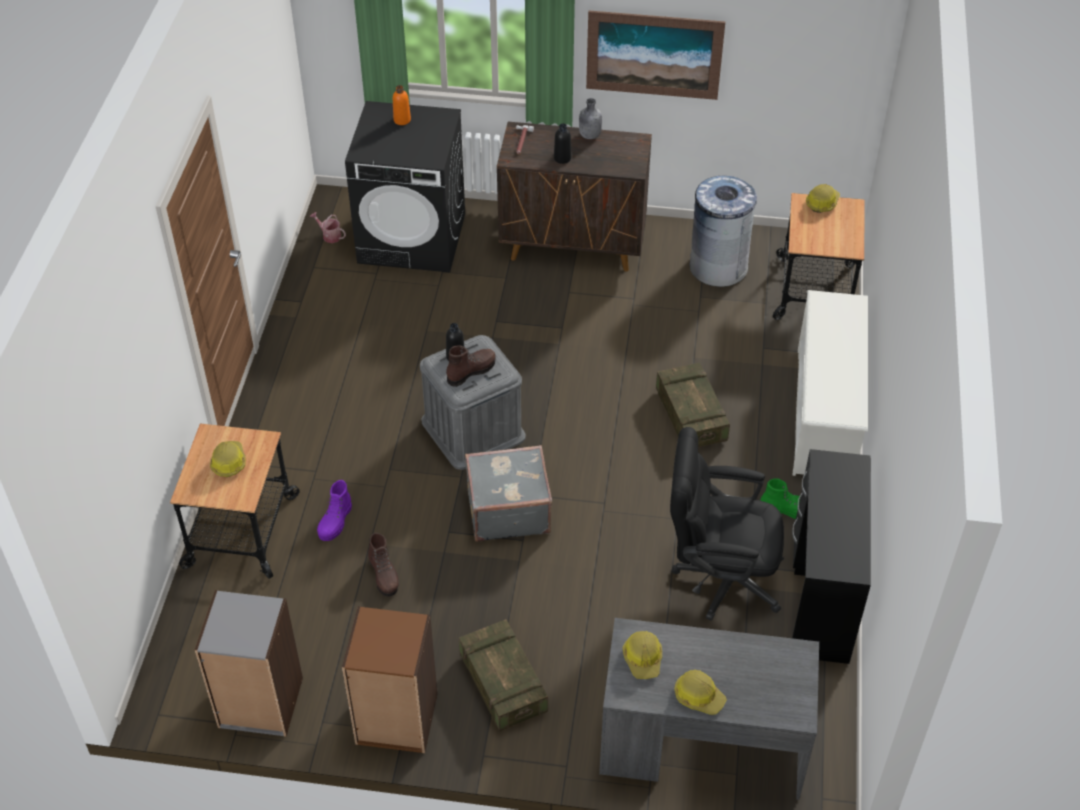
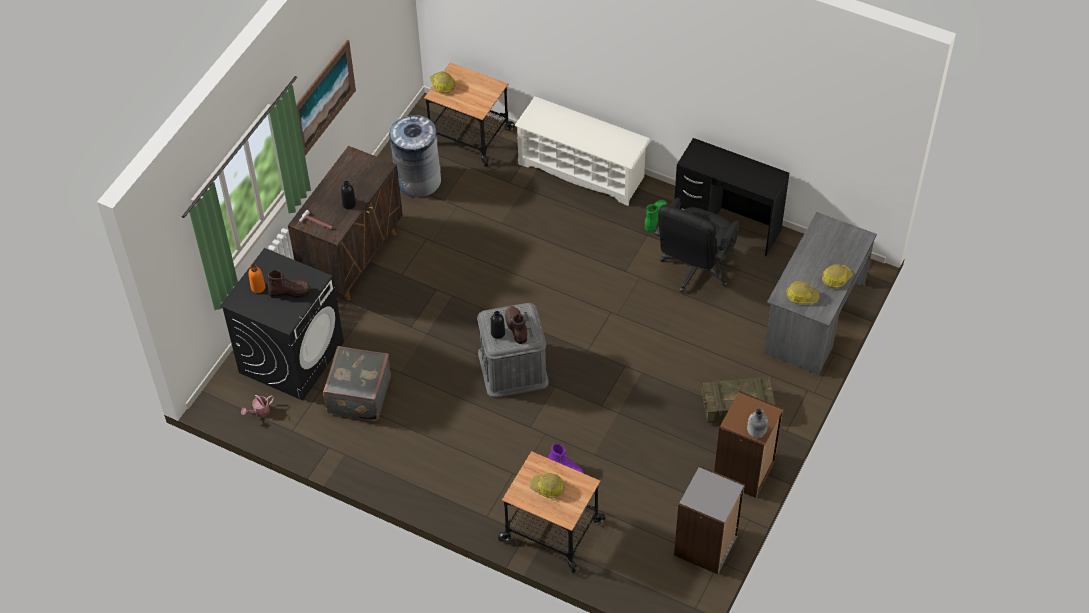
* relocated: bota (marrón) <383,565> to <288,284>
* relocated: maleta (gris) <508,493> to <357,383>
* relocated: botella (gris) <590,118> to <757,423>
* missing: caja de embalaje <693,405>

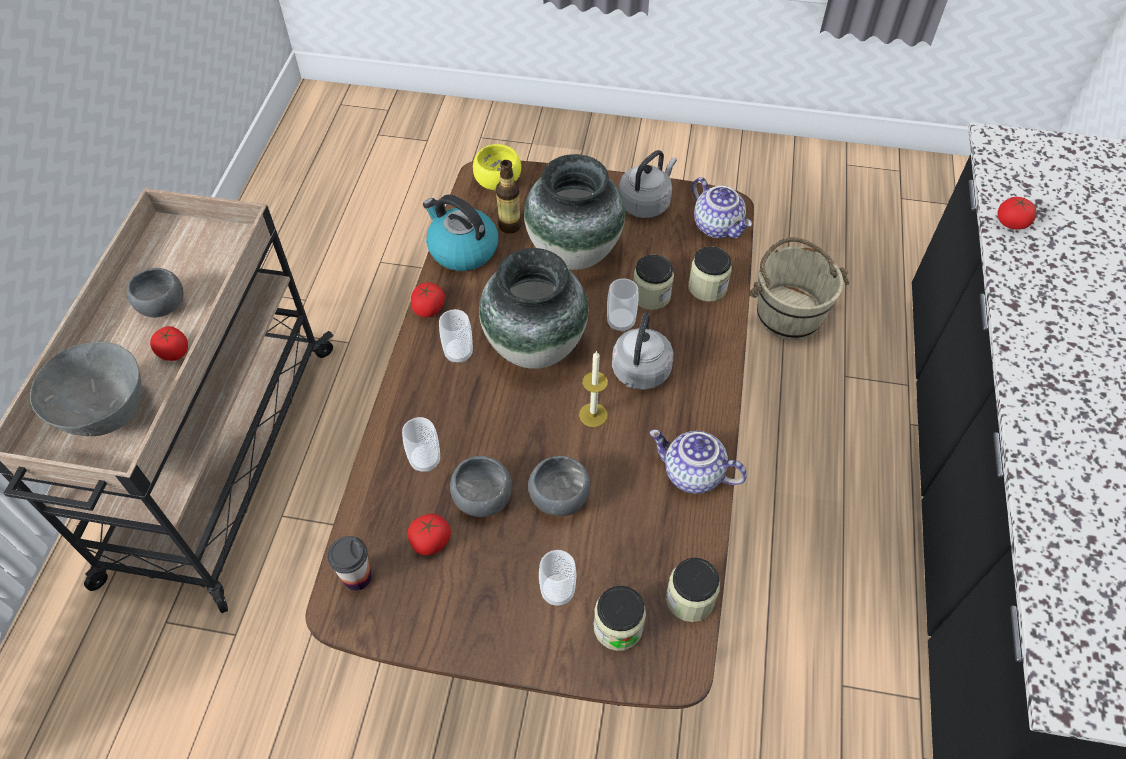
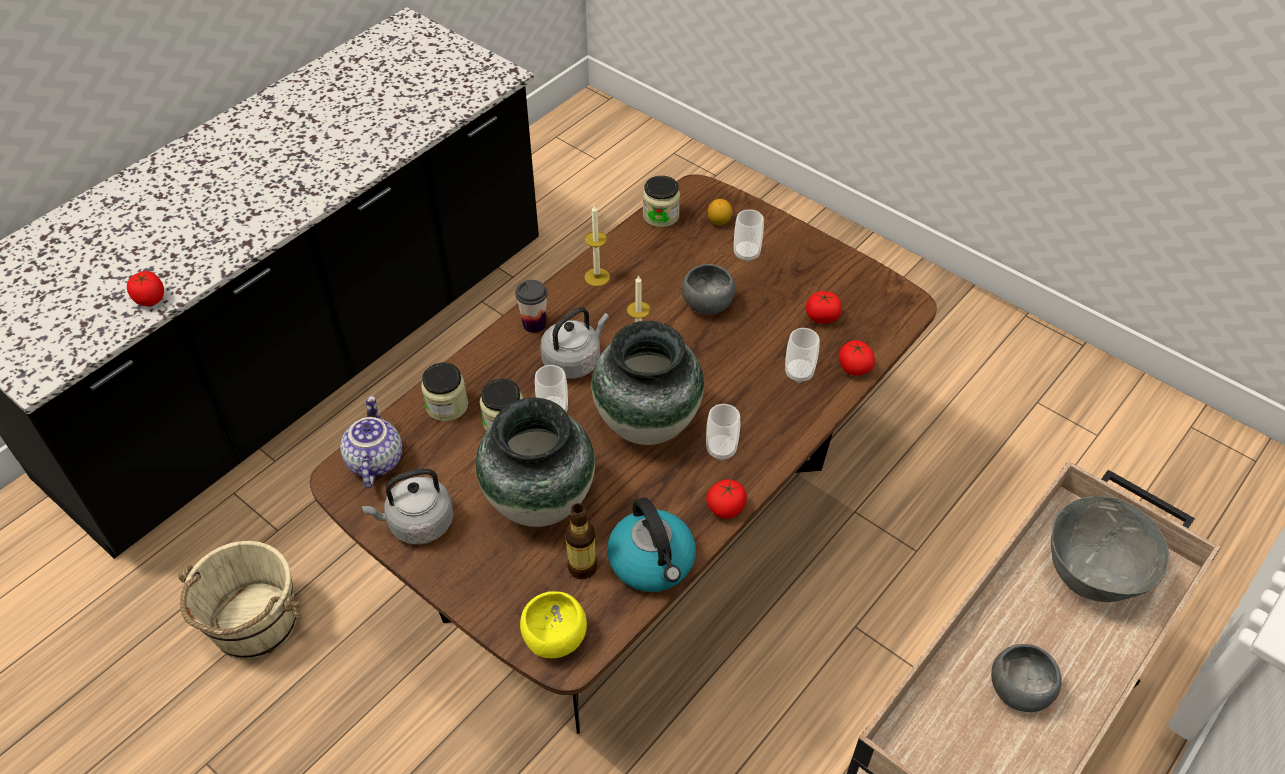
* relocated: tomate <169,343> to <857,358>
* relocated: taza <349,563> to <531,306>
* missing: cuenco (gris) <481,486>
* exchanged: tarro <619,618> to limón <720,212>
* exchanged: tetera <698,462> to vela <597,245>

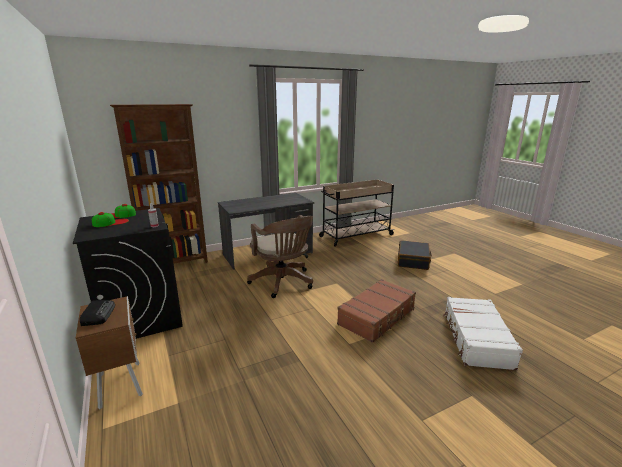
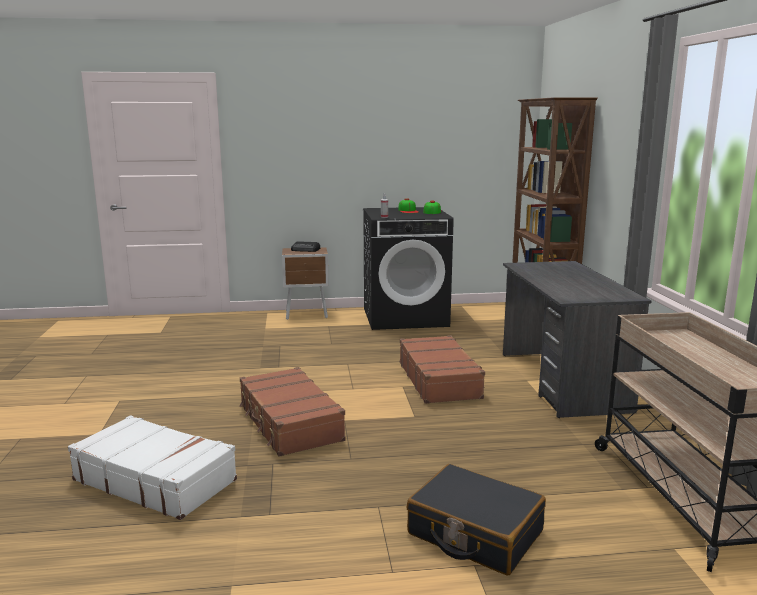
* exchanged: silla de oficina (marrón) <280,256> to maleta (marrón) <442,369>

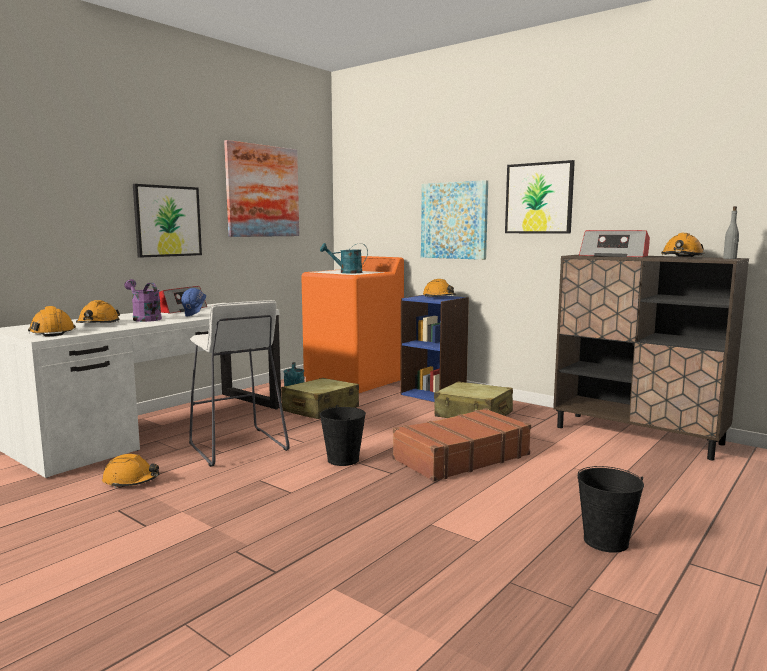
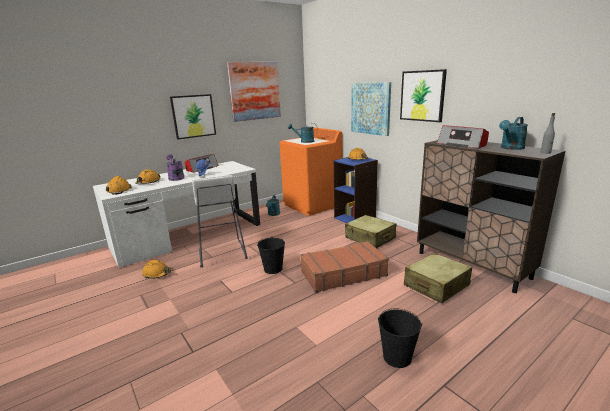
* relocated: maleta (beis) <320,398> to <438,278>
* exchanged: casco (naranja) <683,245> to regadera (turquesa) <513,133>

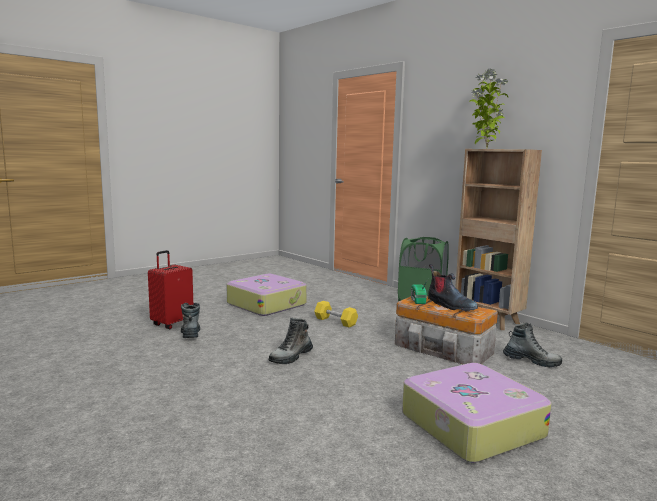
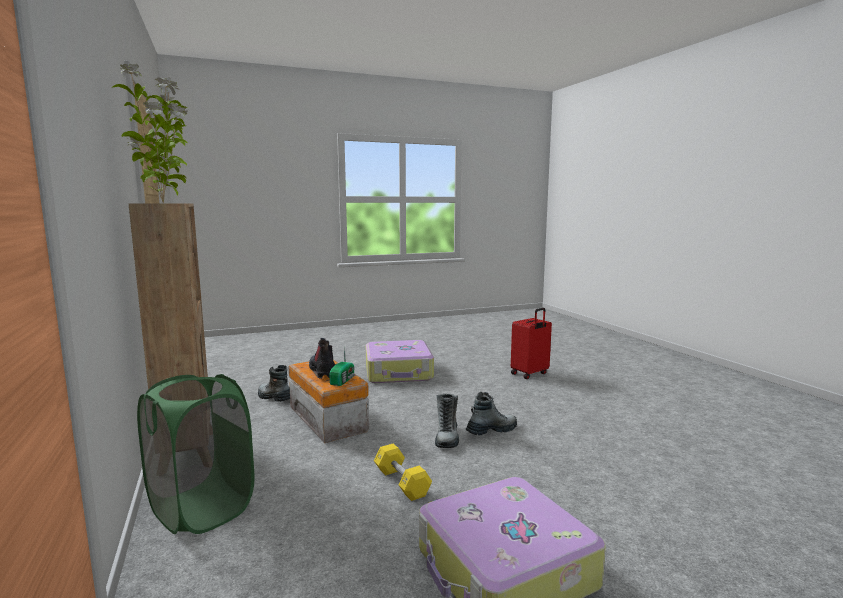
* relocated: maleta (rojo) <170,289> to <531,343>
* relocated: bota <190,320> to <447,421>

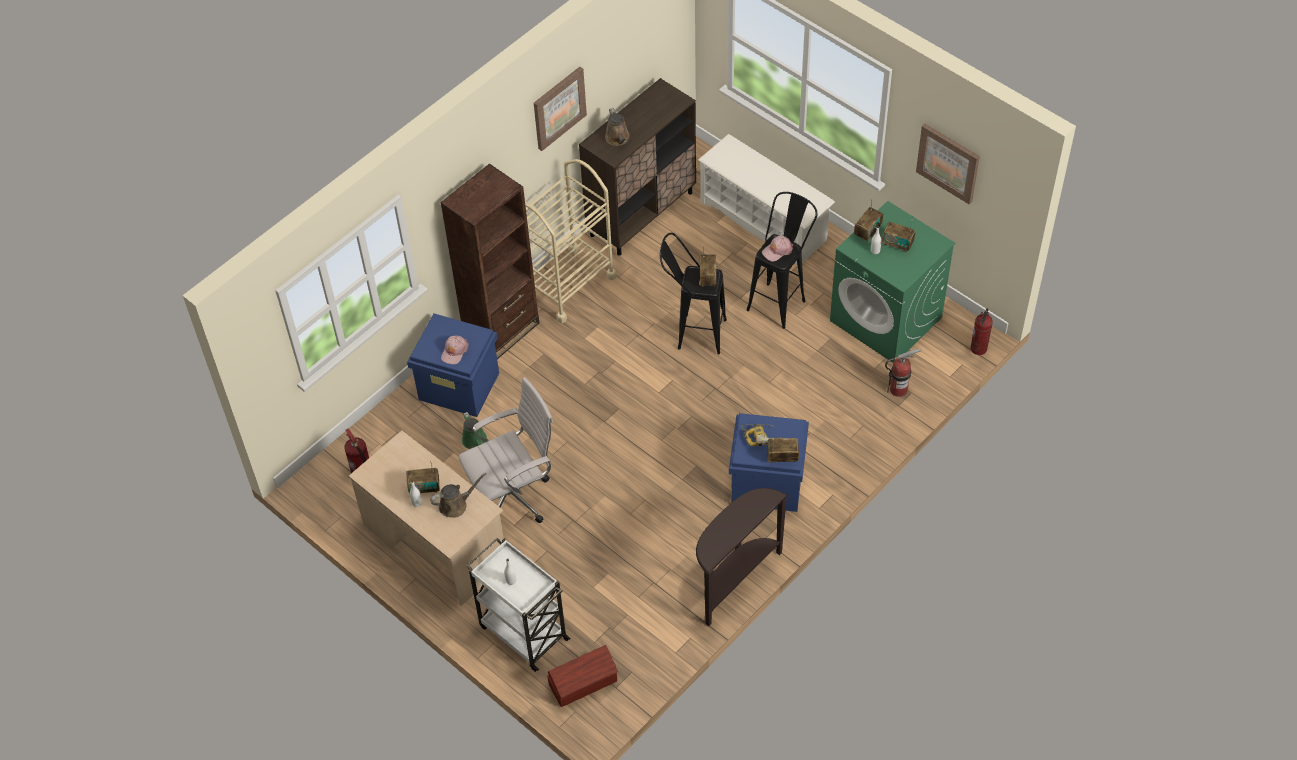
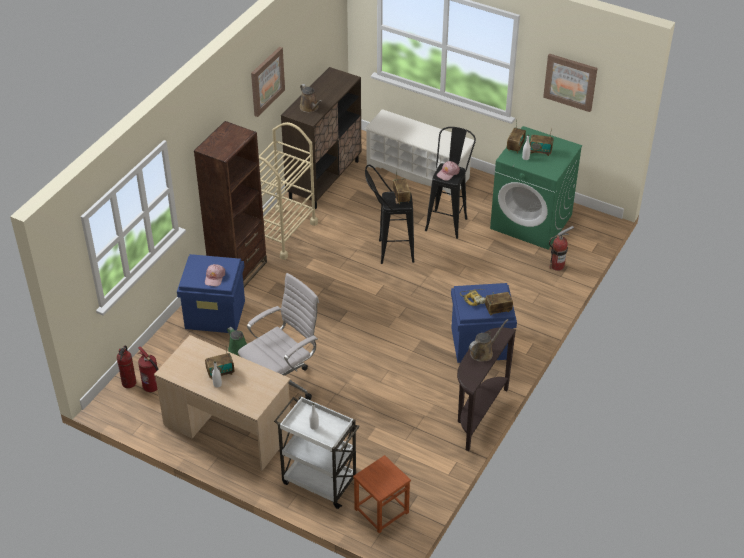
* relocated: regadera (marrón) <458,495> to <488,340>
* exchanged: caja de almacenaje (marrón) <582,676> to taburete (marrón) <382,494>
* relocated: extintor <981,331> to <126,366>

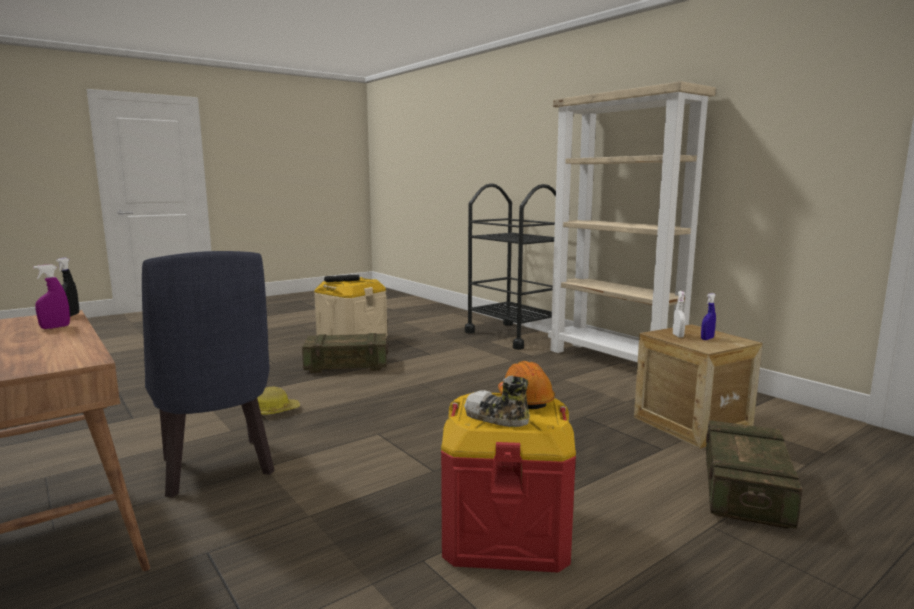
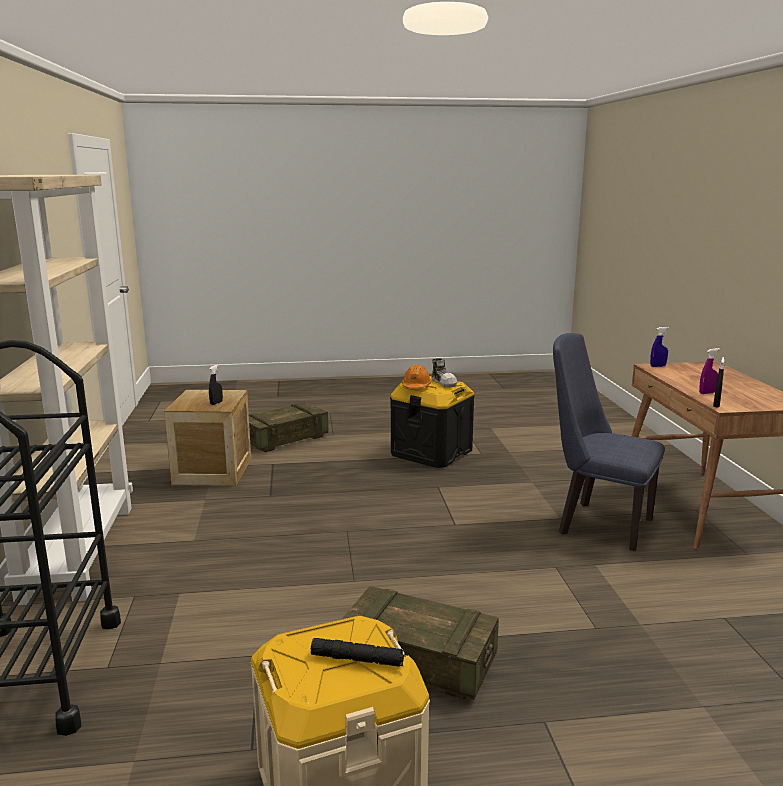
* spun: silla (azul) <208,374> = <609,442> 60 degrees counterclockwise
* missing: casco <278,401>
* colour: caja de almacenaje (rojo) <508,482> to caja de almacenaje (negro) <432,422>
* colour: pulverizador (blanco) <679,314> to pulverizador (negro) <216,385>
* relocated: pulverizador (azul) <708,316> to <659,347>

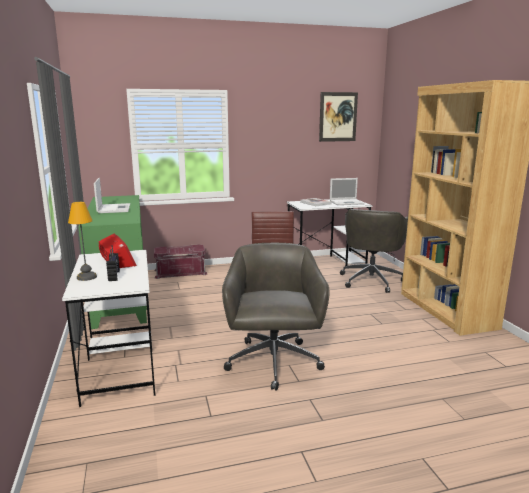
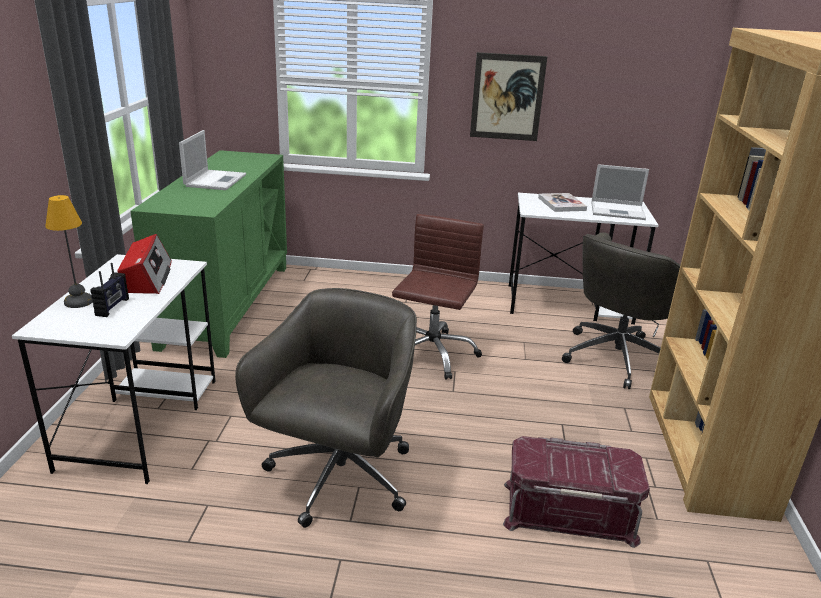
* relocated: caja de almacenaje (rojo) <180,261> to <576,492>
* relocated: cuadro <338,117> to <508,96>

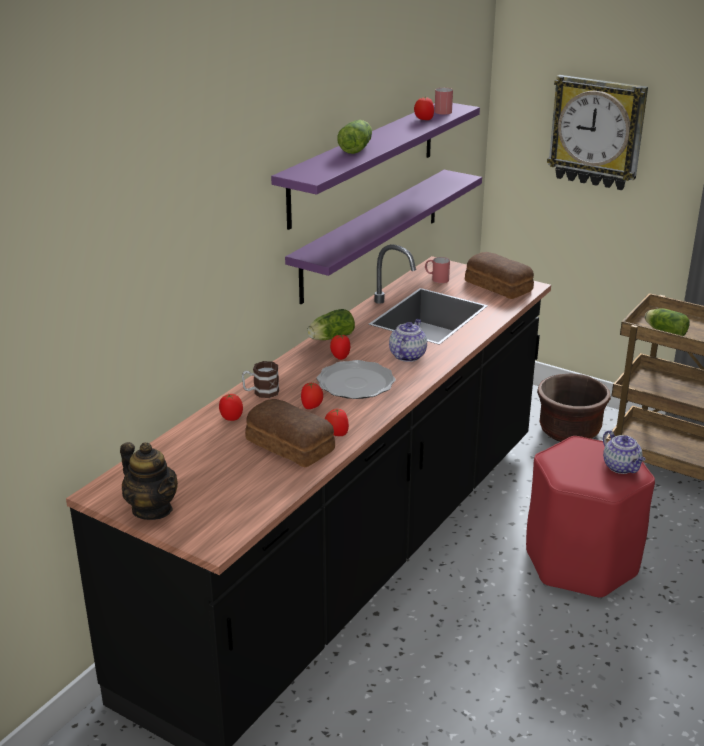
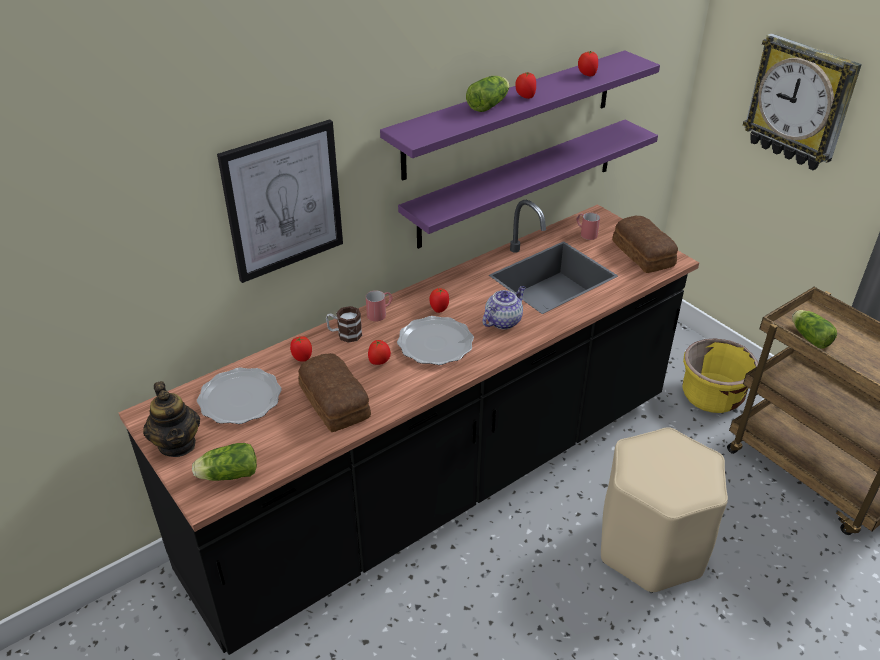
* relocated: lechuga <331,324> to <224,462>
* relocated: tomate <337,422> to <525,85>
* relocated: taza grande (rojo) <443,101> to <379,306>
* colour: taburete (rojo) <590,517> to taburete (beis) <664,510>
* colour: maceta (marrón) <574,407> to maceta (amarillo) <720,375>
* missing: tetera <624,452>
* appeared: plato <239,396>
* appeared: cuadro <280,201>

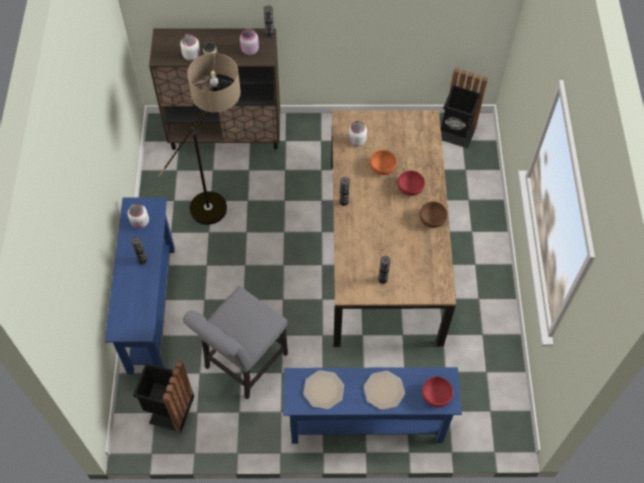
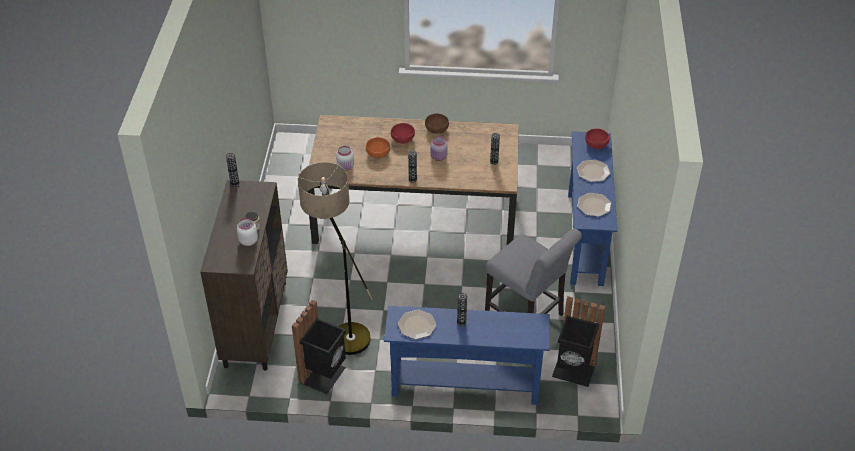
* exchanged: tarro (blanco) <138,216> to plato <417,324>
* relocated: tarro (rosa) <249,41> to <439,148>
* relocated: papelera (negro) <464,108> to <319,347>

